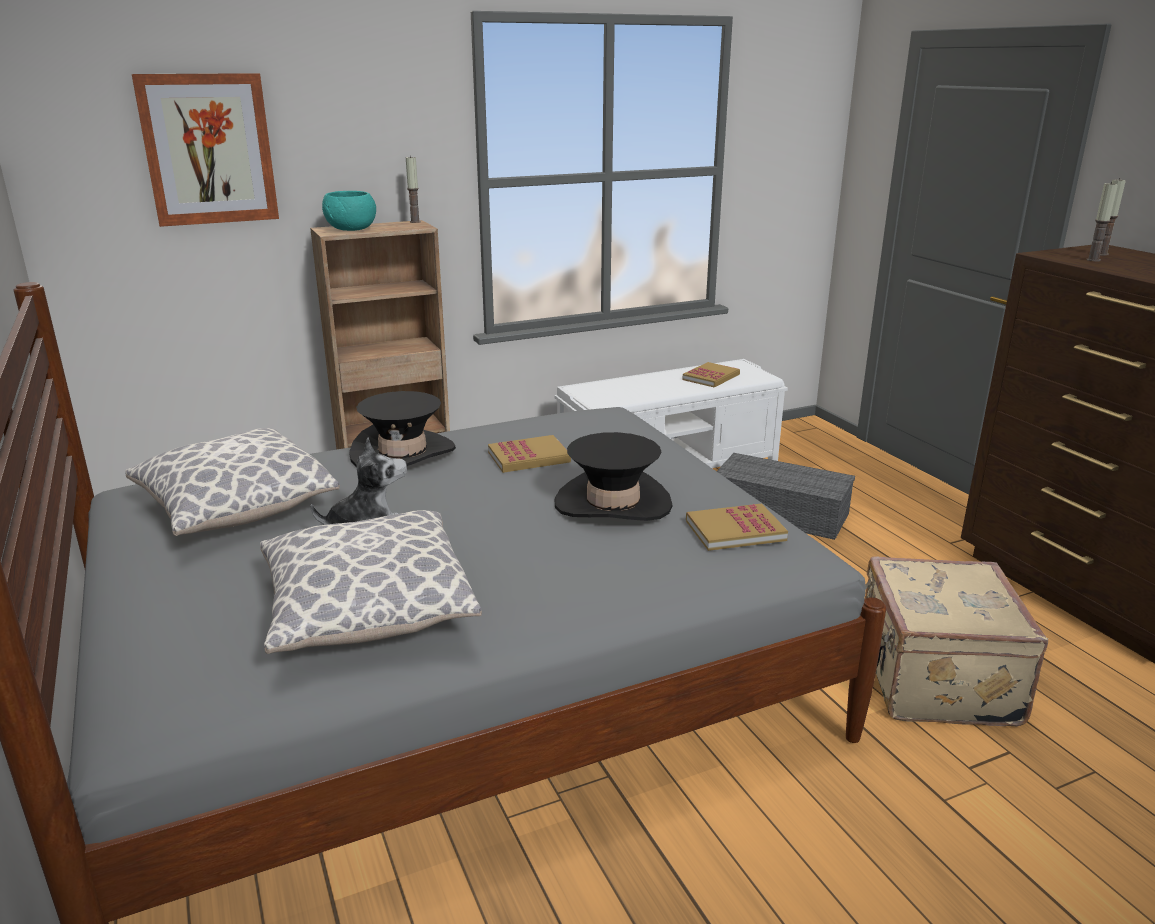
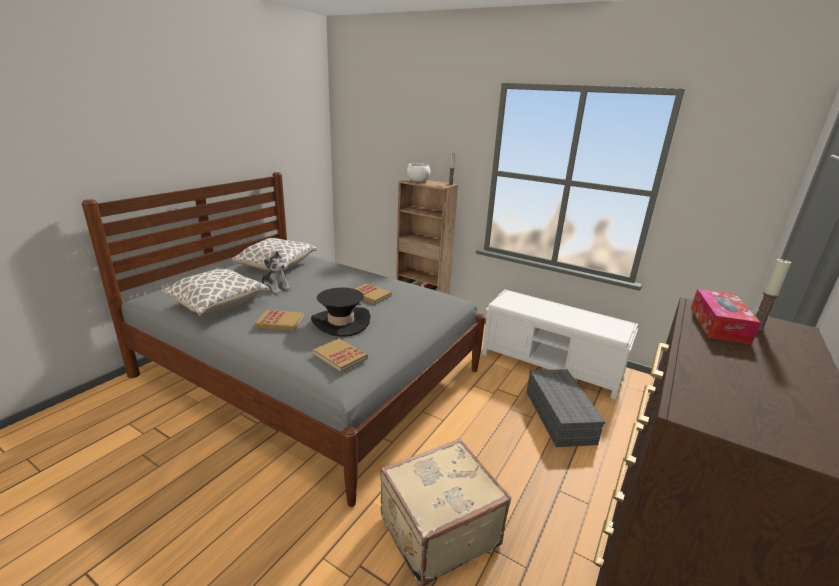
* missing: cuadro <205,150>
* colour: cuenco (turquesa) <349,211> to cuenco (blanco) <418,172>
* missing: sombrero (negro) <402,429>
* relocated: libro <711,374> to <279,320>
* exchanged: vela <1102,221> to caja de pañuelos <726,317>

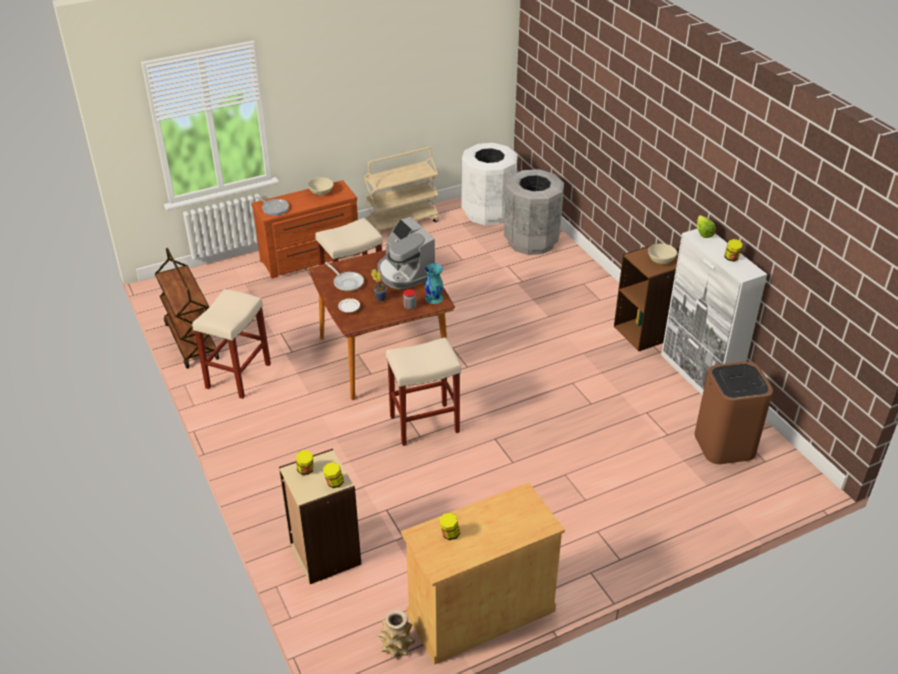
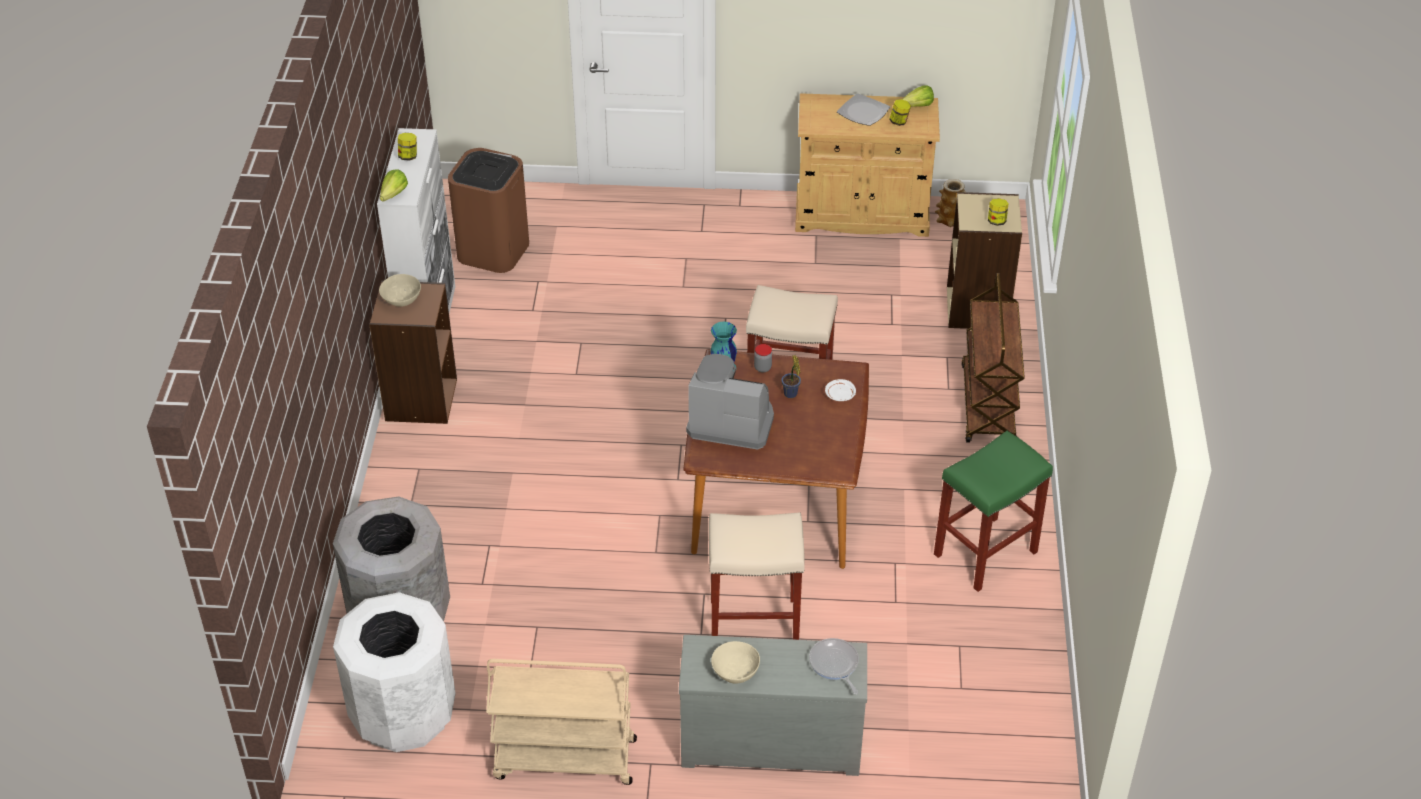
* relocated: carrito (marrón) <187,308> to <993,357>
* colour: taburete (beis) <231,344> to taburete (verde) <993,511>
* colour: cómoda (marrón) <305,229> to cómoda (gris) <773,705>
* missing: tarro <333,475>
* missing: sartén <344,276>
* spun: cafetera <406,253> = <730,402> 75 degrees counterclockwise
* appeared: plato <863,109>
* appeared: lechuga <918,96>

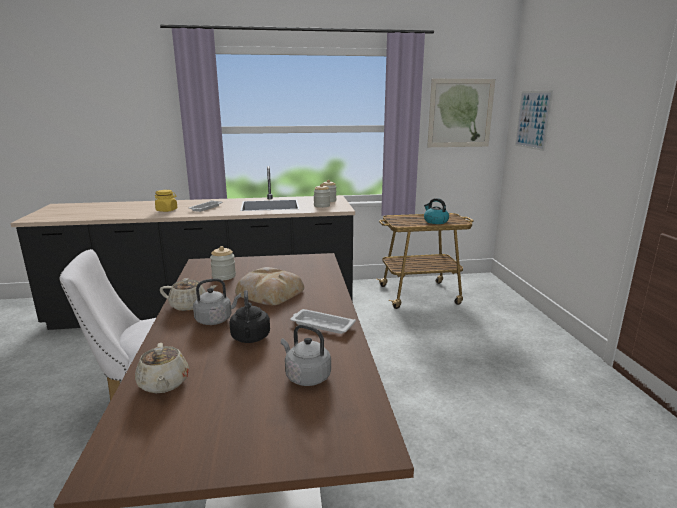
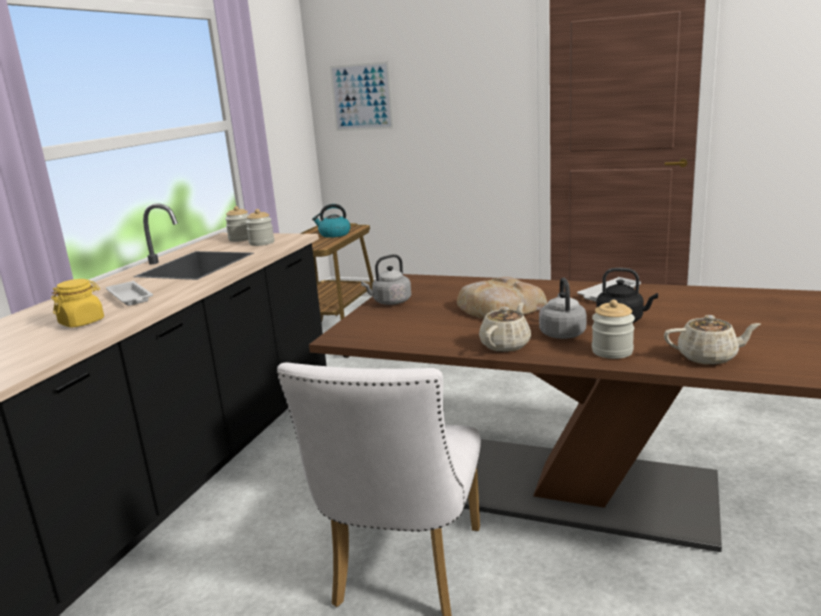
* relocated: tarro <223,263> to <613,329>
* relocated: hervidor (gris) <306,355> to <386,279>
* missing: cuadro <461,113>

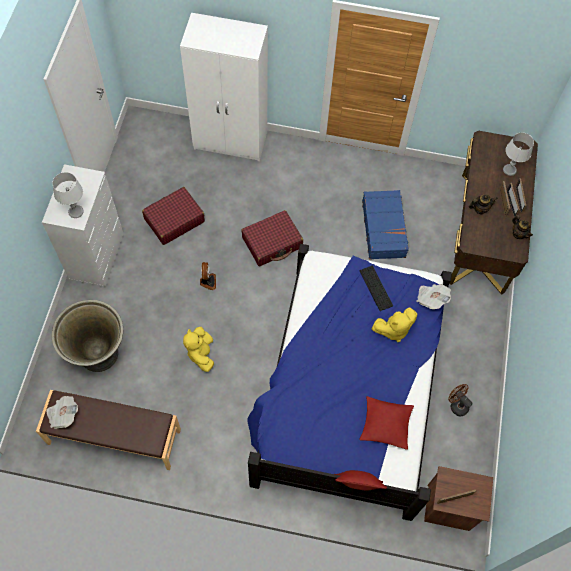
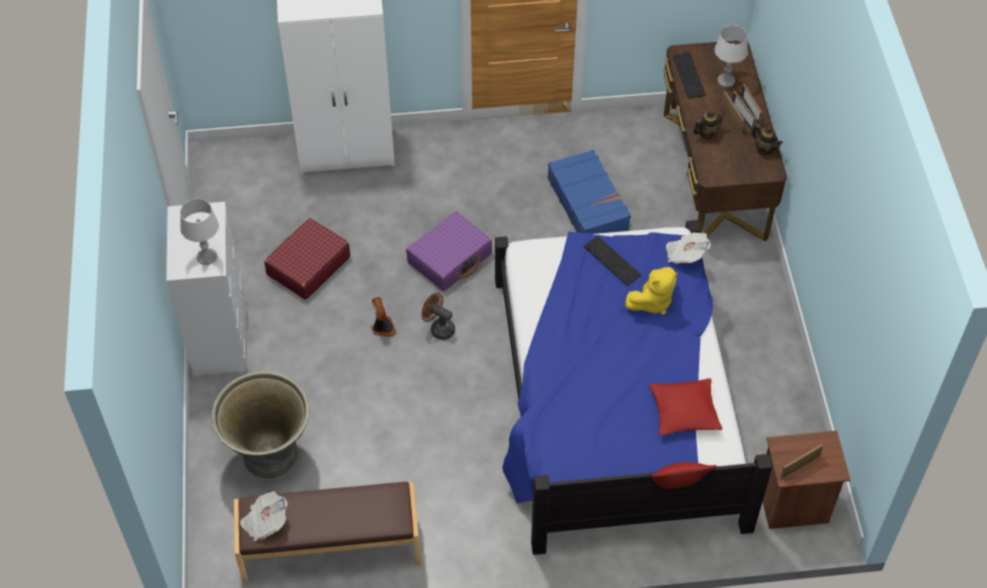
* missing: peluche (amarillo) <198,349>
* colour: maleta (rojo) <272,238> to maleta (morado) <449,251>
* relocated: ventilador (marrón) <460,400> to <438,316>
* appeared: teclado <689,75>

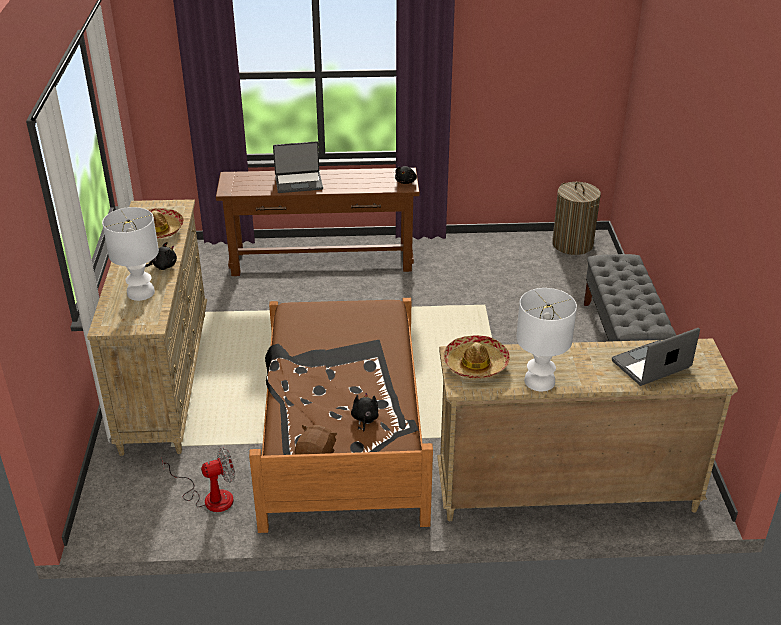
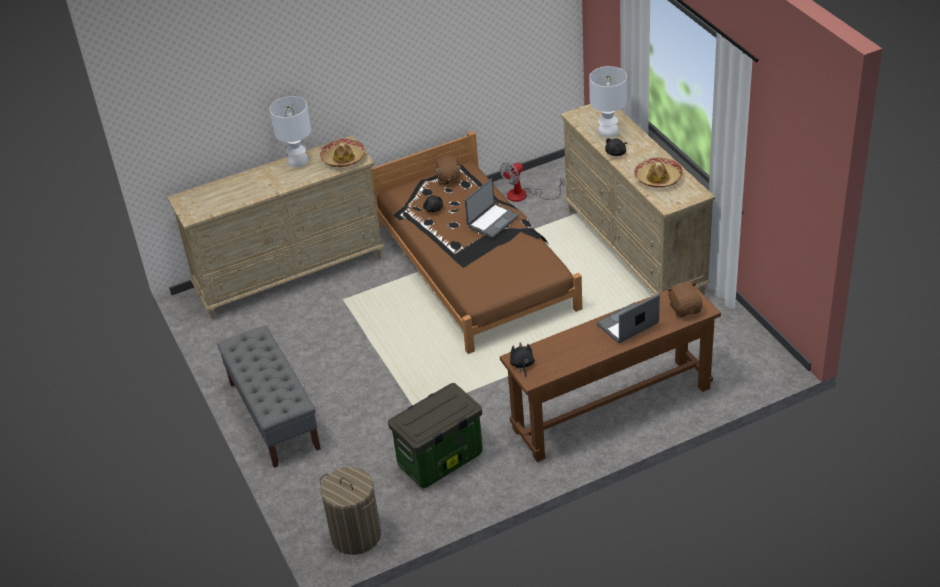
* relocated: portátil <656,357> to <492,208>
* appeared: caja de almacenaje <435,435>
* appeared: peluche (marrón) <684,299>

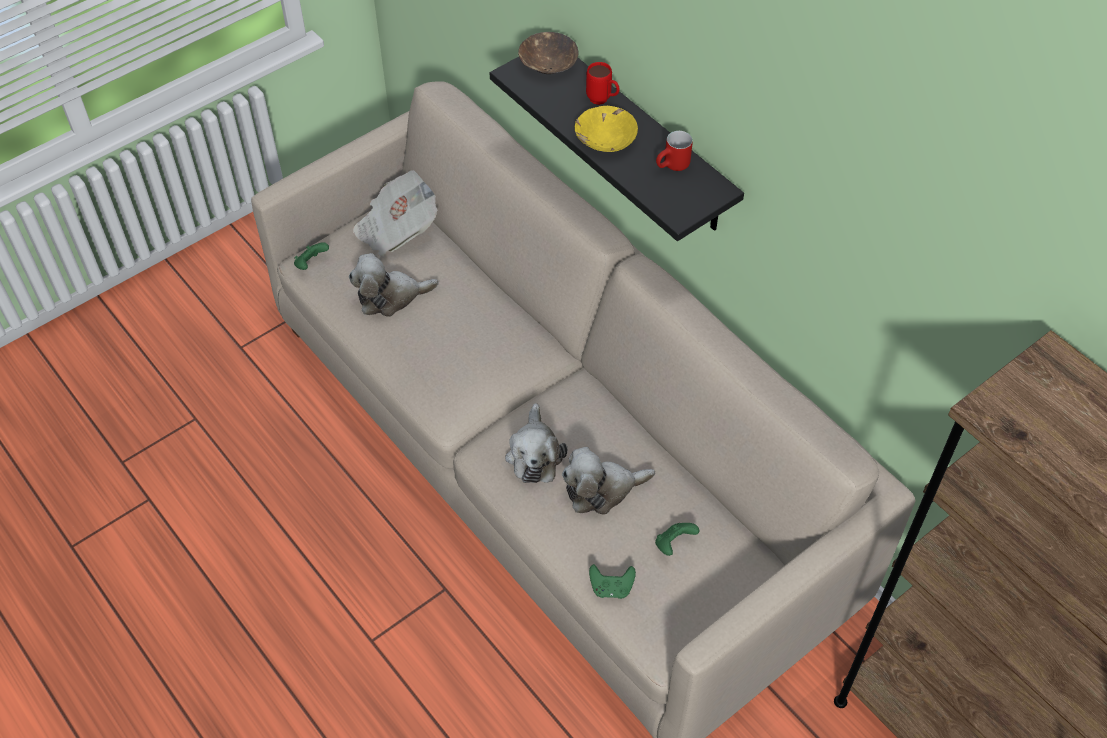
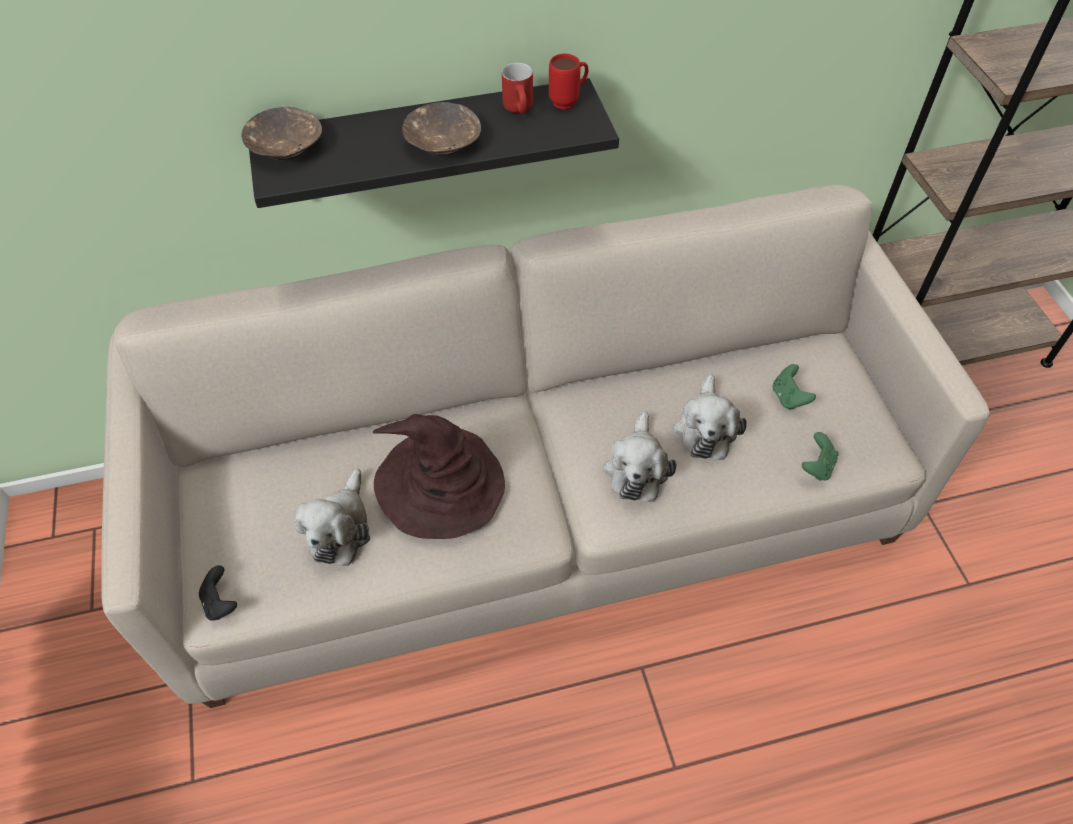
* colour: mando de consola (verde) <311,256> to mando de consola (negro) <218,593>
* missing: periódico <395,213>
* spun: peluche <536,443> = <639,456> 75 degrees clockwise
* colour: cuenco (amarillo) <606,129> to cuenco (marrón) <441,129>
* relocated: taza grande (rojo) <603,83> to <569,82>
* appeared: sombrero (marrón) <439,476>

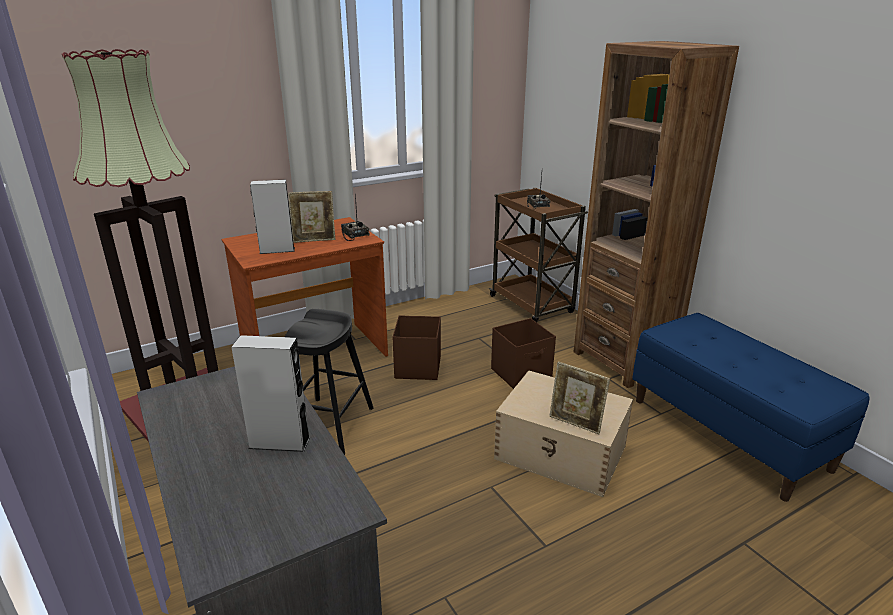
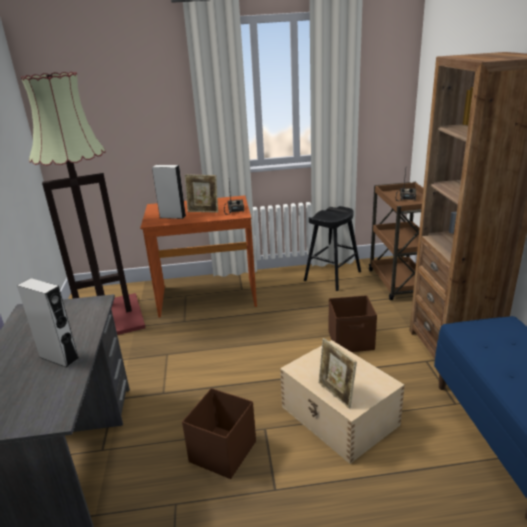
* relocated: taburete (negro) <329,382> to <332,248>
* relocated: caja de almacenaje (marrón) <417,347> to <219,433>

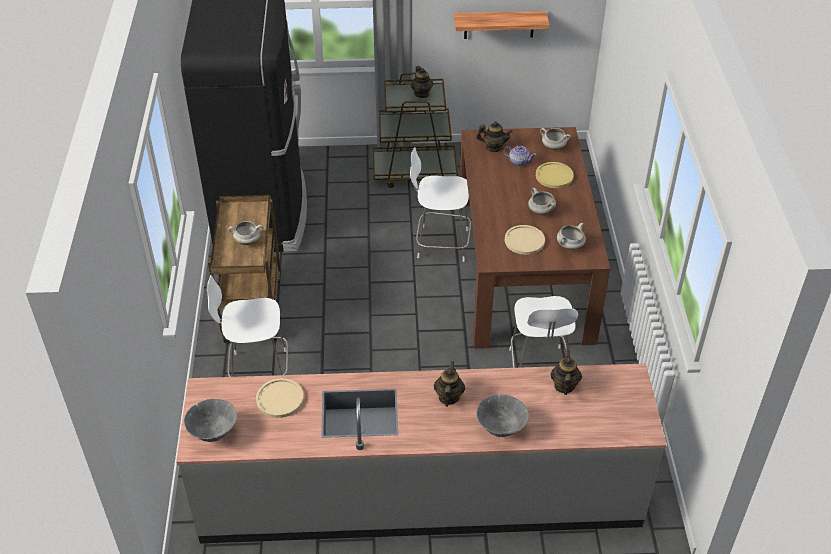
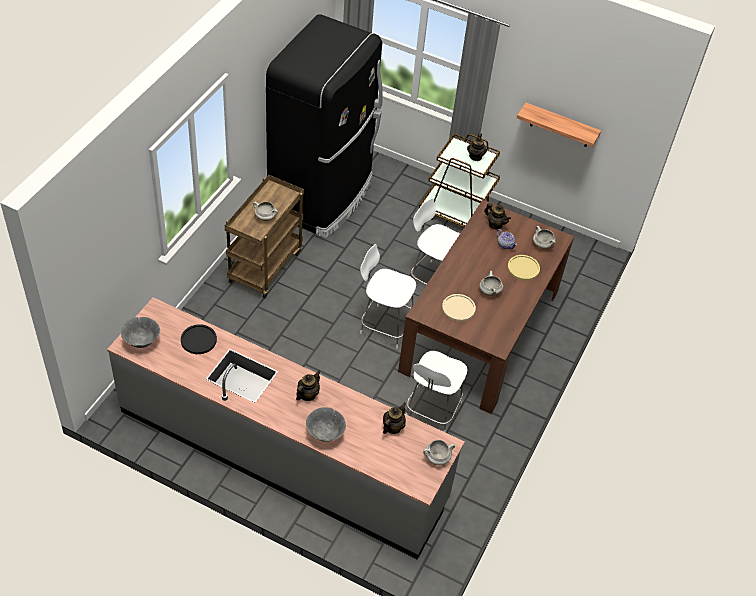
* relocated: taburete (blanco) <247,326> to <388,296>
* colour: plato (beis) <280,398> to plato (negro) <199,339>
* relocated: olla (blanco) <571,236> to <439,452>

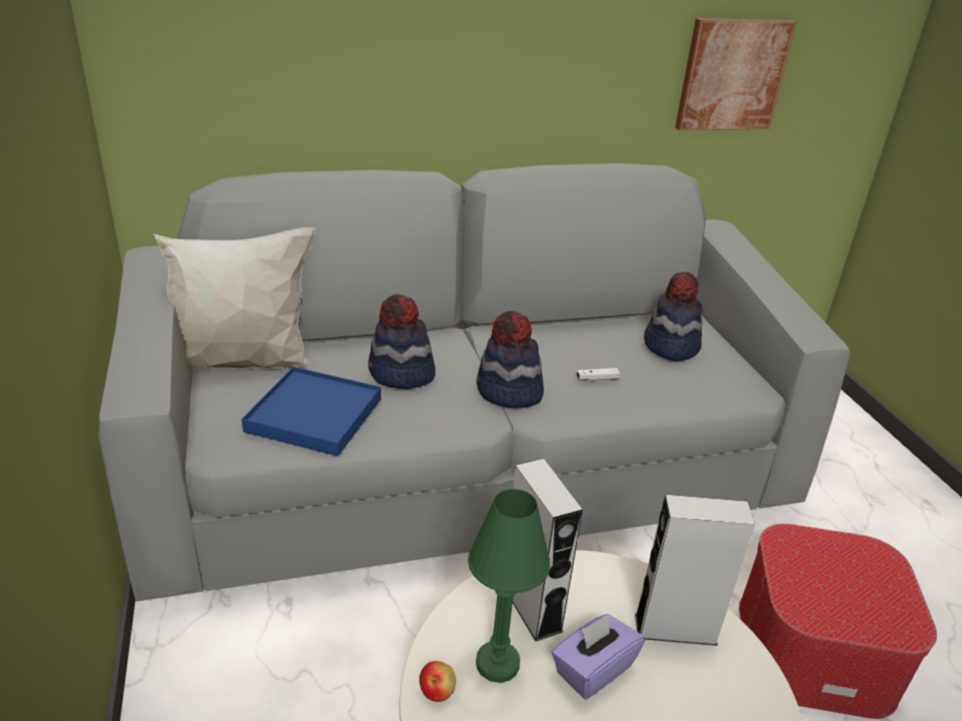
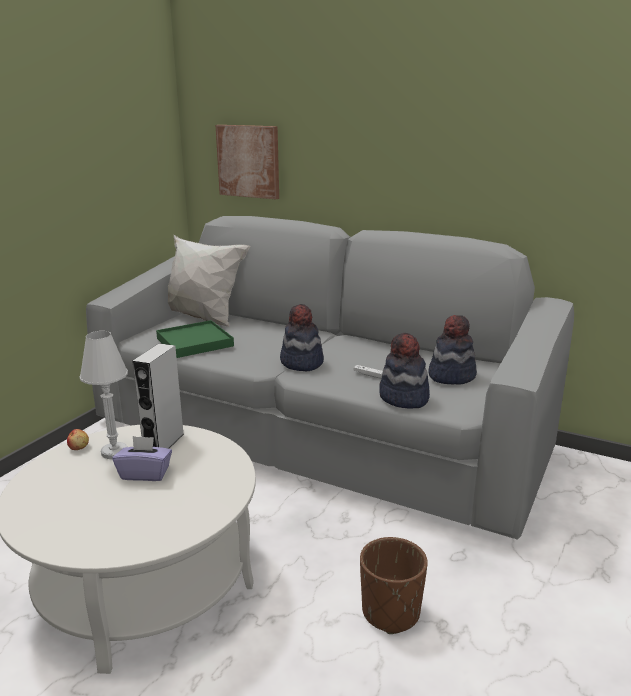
* colour: bandeja (azul) <311,411> to bandeja (verde) <195,339>
* relocated: sombrero <401,341> to <404,371>
* colour: lámpara de mesa (verde) <509,586> to lámpara de mesa (blanco) <104,395>
* missing: altavoz (gris) <695,570>
* relocated: cuadro <735,74> to <247,162>
* exchanged: puf <838,621> to maceta (marrón) <394,585>

